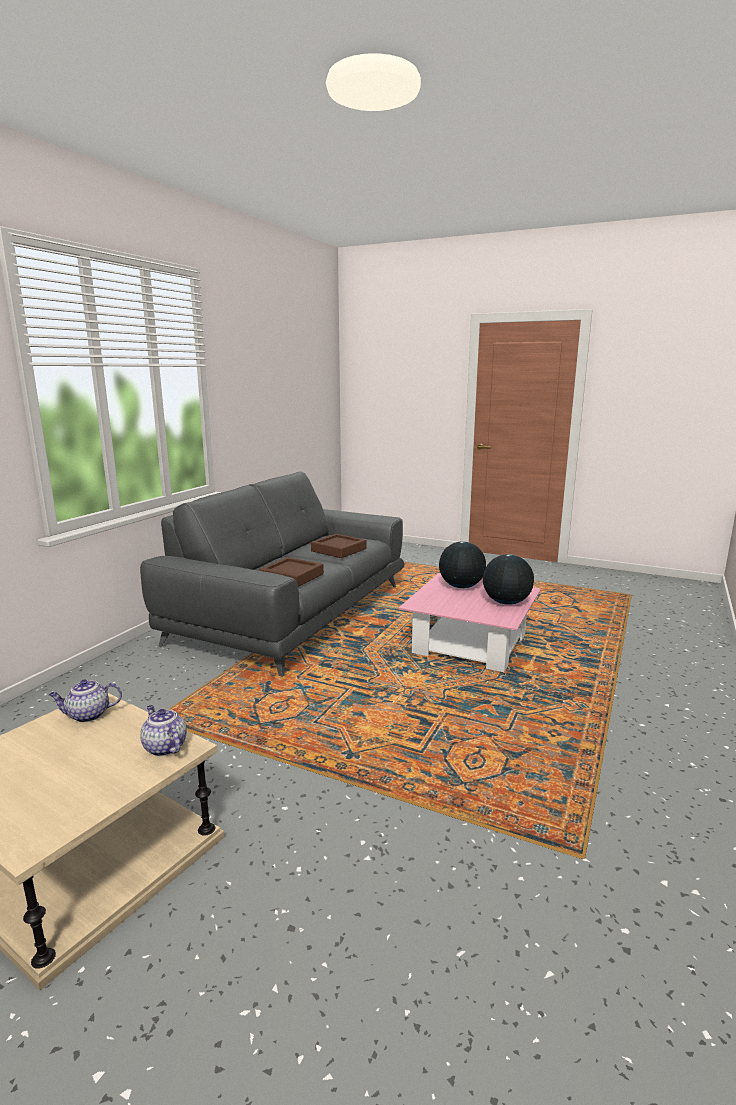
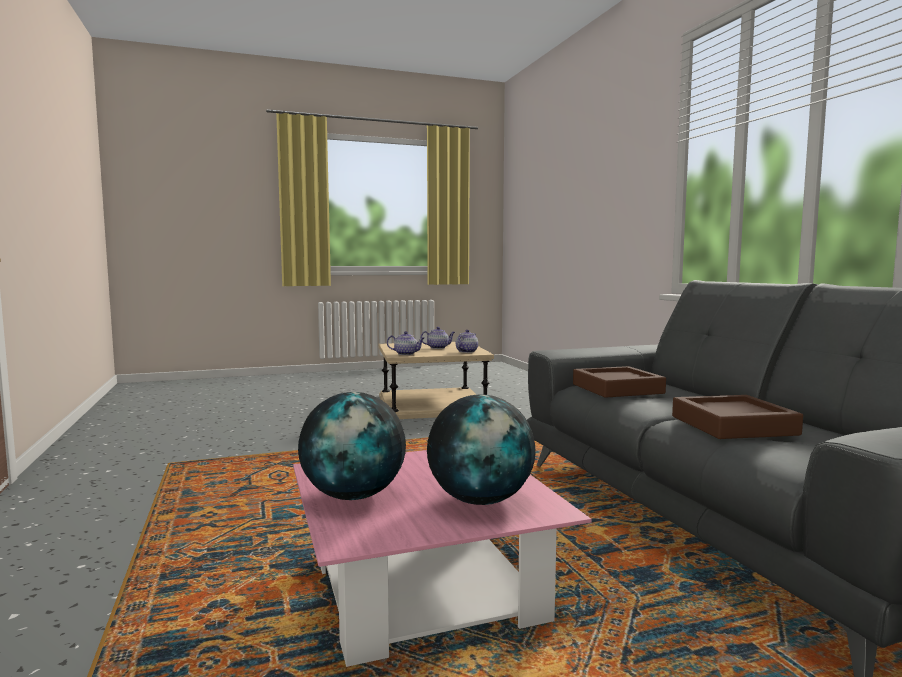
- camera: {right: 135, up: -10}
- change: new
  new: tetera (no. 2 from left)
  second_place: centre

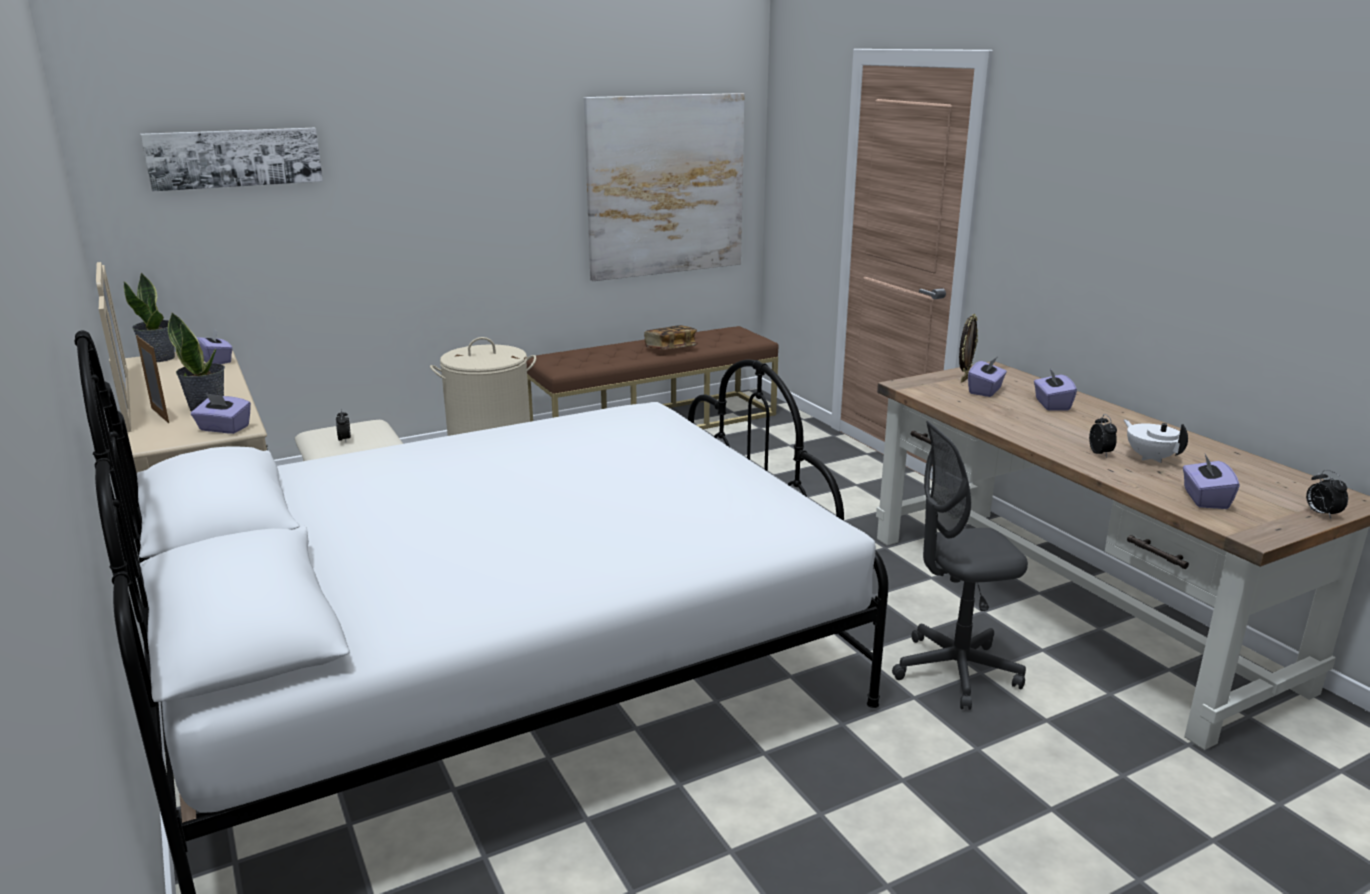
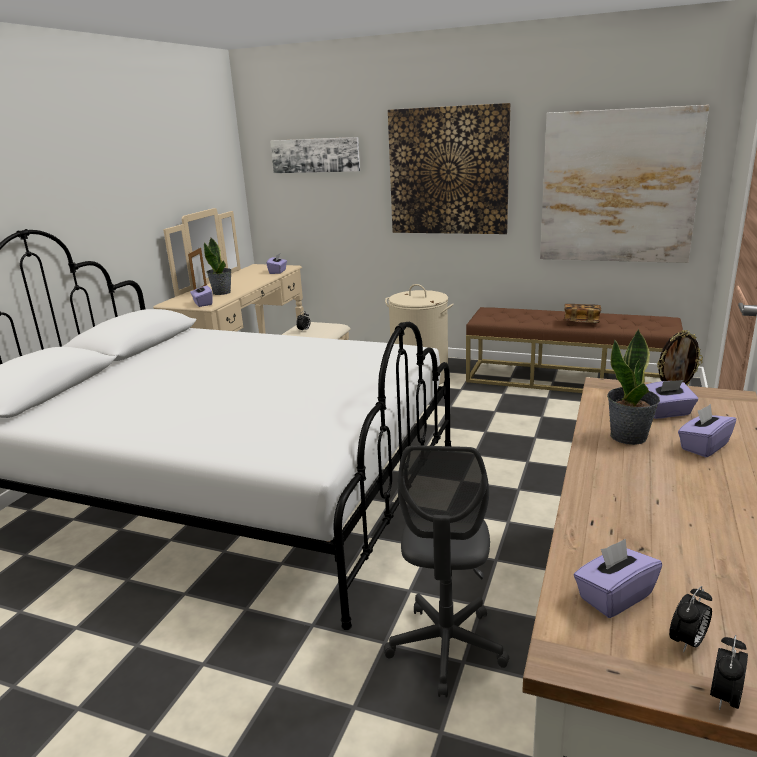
- camera: {right: 50, up: 0}
- change: rotated
  old: silla de oficina/gris
  first_place: middle right
  second_place: bottom centre
  degrees: -120
- change: new
  new: cuadro (no. 2 from left)
  second_place: top centre
- change: shifted
  old: planta en maceta (no. 1 from left in the first image)
  new: planta en maceta (no. 2 from left)
  first_place: middle left
  second_place: middle right
- change: shifted
  old: despertador (no. 2 from left)
  first_place: middle right
  second_place: bottom right
- change: gone
  old: tetera/blanco
  first_place: middle right

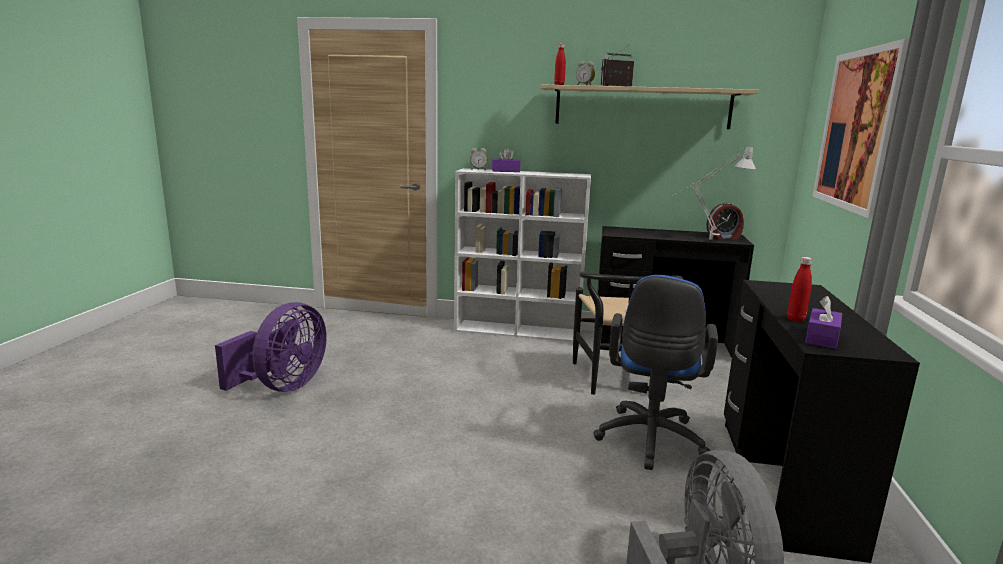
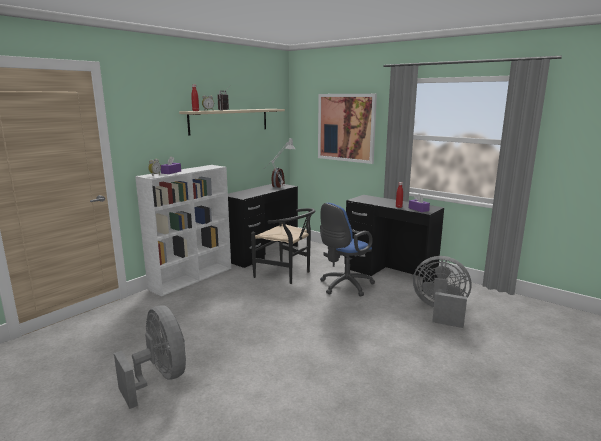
- camera: {right: -60, up: 0}
- change: repainted
  old: ventilador/morado
  new: ventilador/gris (no. 1 from left)
  first_place: middle left
  second_place: bottom left
- change: rotated
  old: silla de oficina/azul
  first_place: centre
  second_place: centre
  degrees: 90

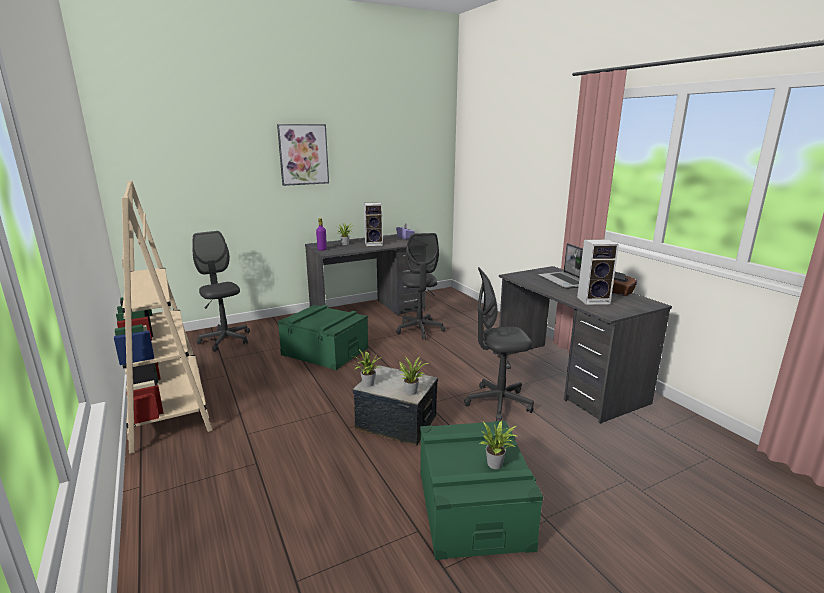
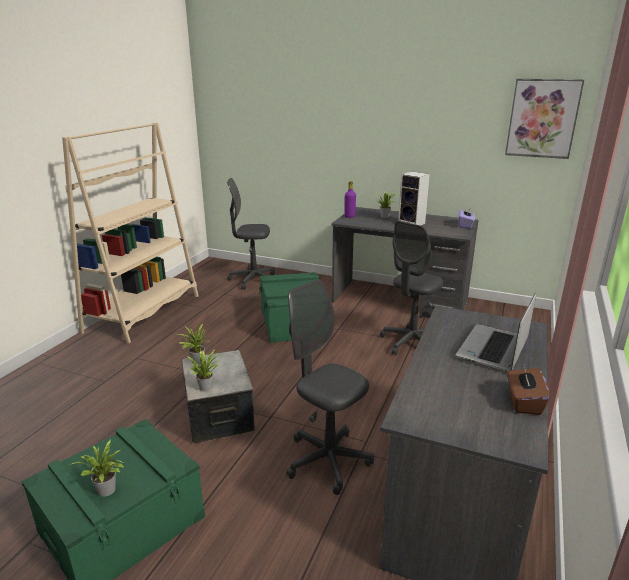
- camera: {right: 50, up: 5}
- change: rotated
  old: silla de oficina/gris (no. 1 from left)
  first_place: middle left
  second_place: centre
  degrees: -105
- change: shifted
  old: cuadro
  first_place: top centre
  second_place: top right
- change: gone
  old: altavoz (no. 2 from left)
  first_place: middle right

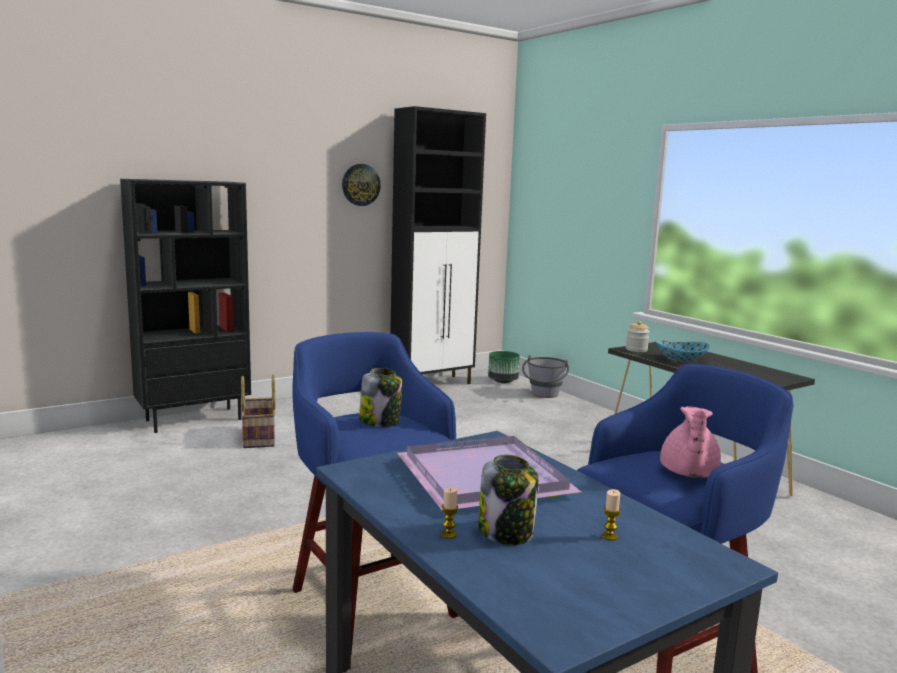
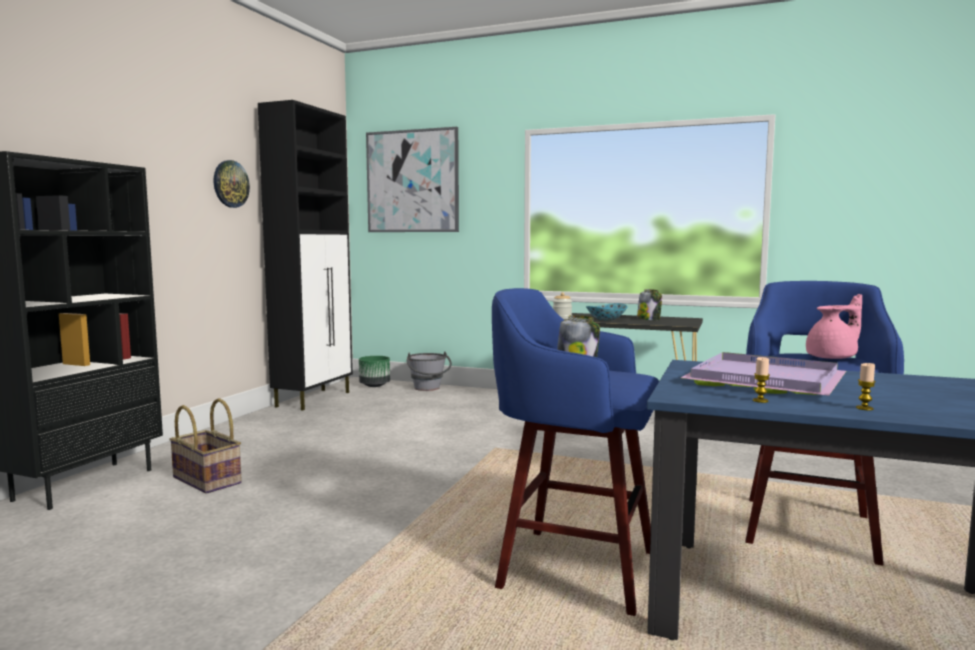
- camera: {right: -35, up: -5}
- change: new
  new: cuadro
  second_place: top centre
- change: shifted
  old: tarro (no. 2 from left in the first image)
  new: tarro (no. 3 from left)
  first_place: bottom centre
  second_place: centre
- change: shifted
  old: vela (no. 2 from left in the first image)
  new: vela (no. 1 from left)
  first_place: bottom right
  second_place: middle right
- change: rotated
  old: tetera/rosa
  first_place: middle right
  second_place: middle right
  degrees: -90

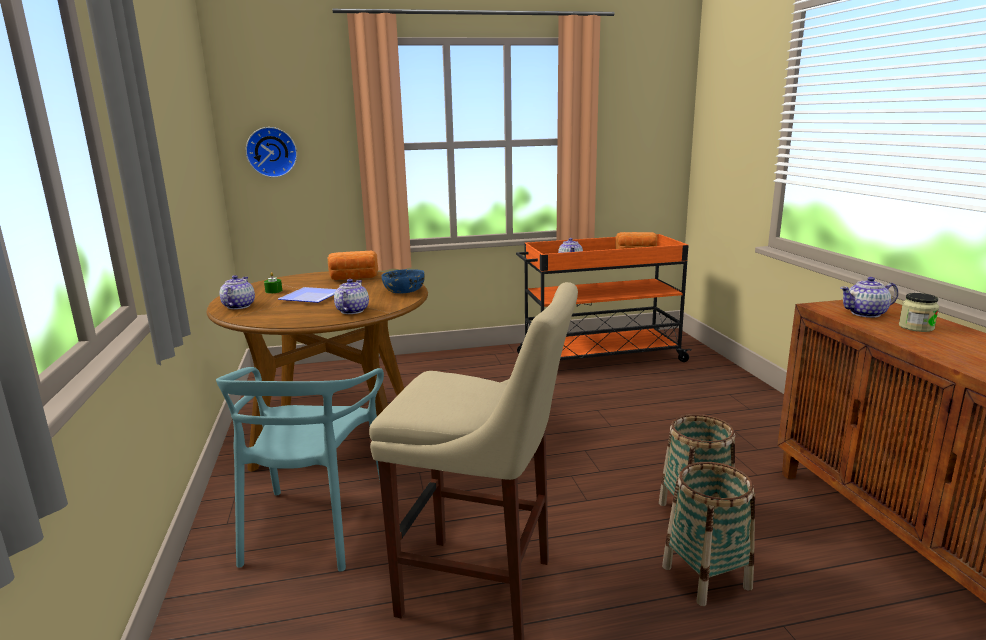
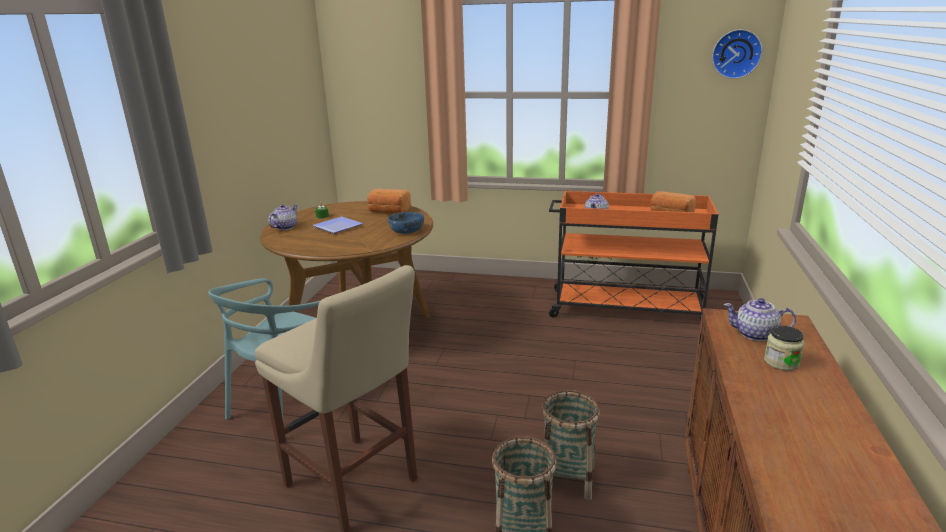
- camera: {right: 25, up: 5}
- change: shifted
  old: reloj de pared
  first_place: top left
  second_place: top right
- change: gone
  old: tetera (no. 2 from left)
  first_place: centre

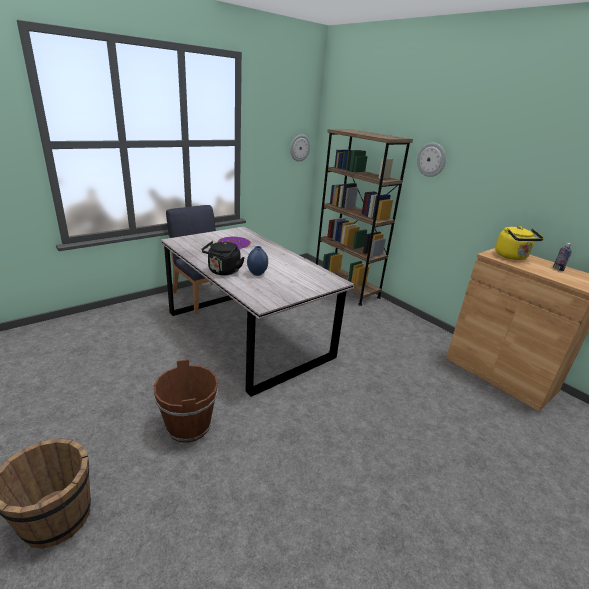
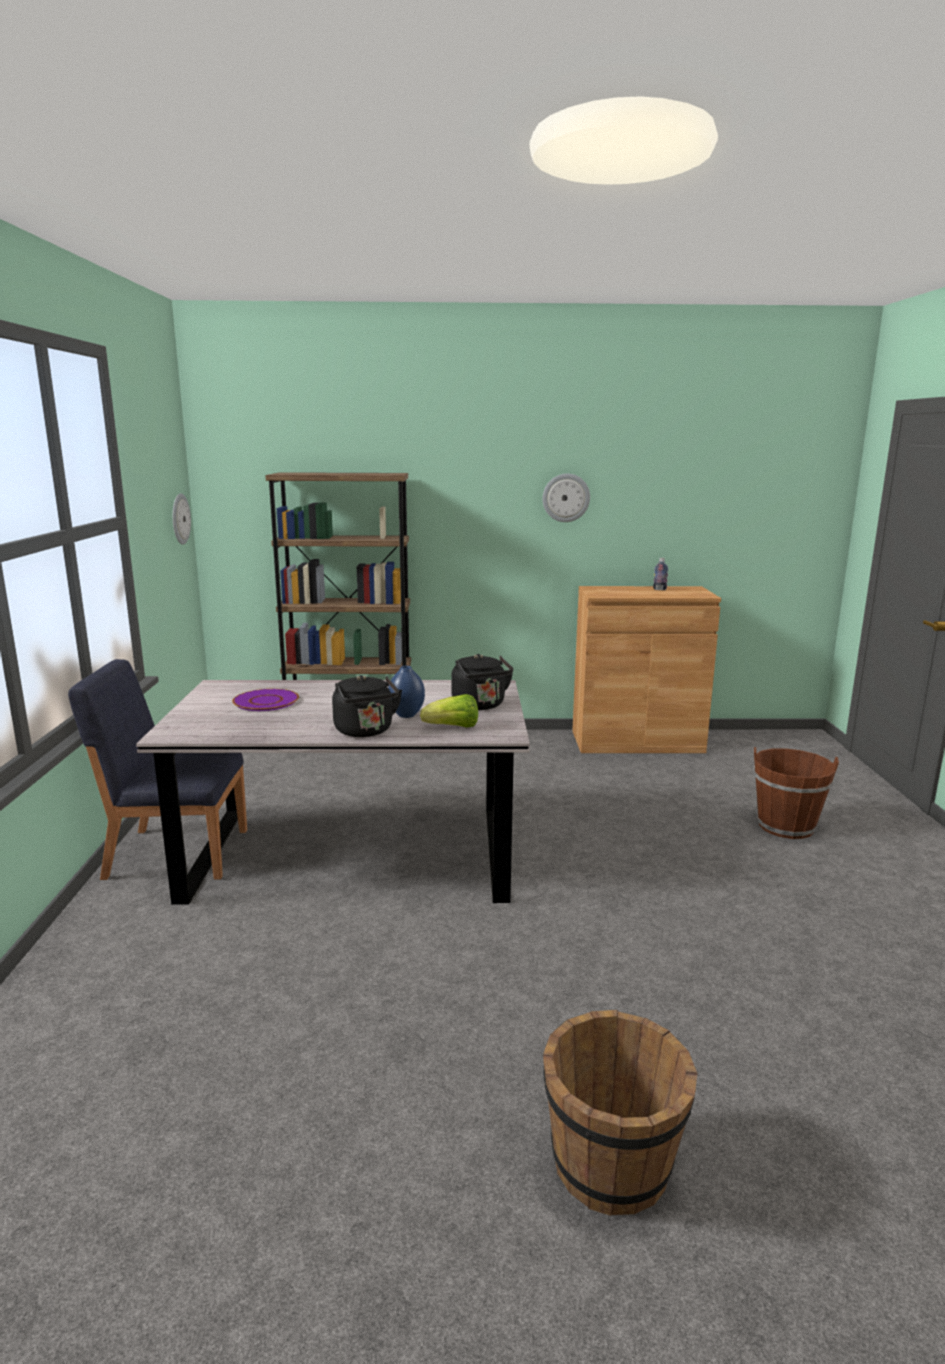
- camera: {right: -50, up: -10}
- change: new
  new: lechuga
  second_place: centre
- change: new
  new: hervidor/negro (no. 2 from left)
  second_place: centre
- change: shifted
  old: reloj de pared (no. 2 from left)
  first_place: top right
  second_place: centre
- change: shifted
  old: cubo/marrón (no. 2 from left)
  first_place: bottom left
  second_place: middle right
- change: gone
  old: hervidor/amarillo
  first_place: middle right

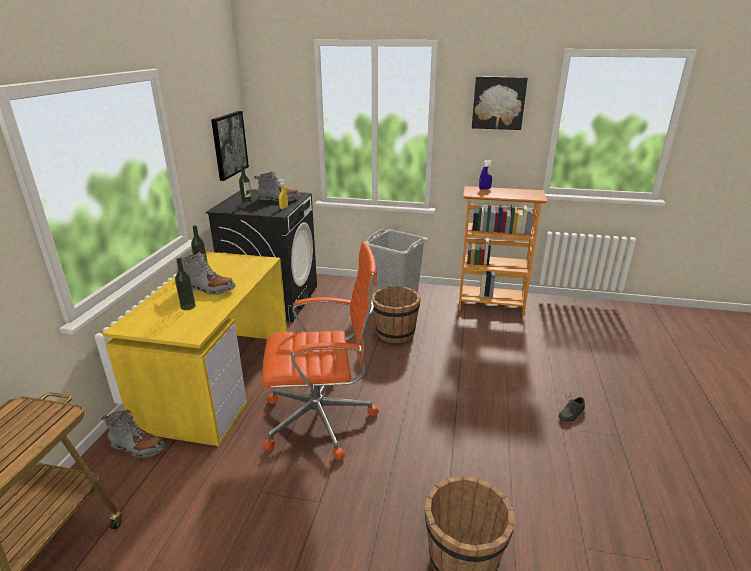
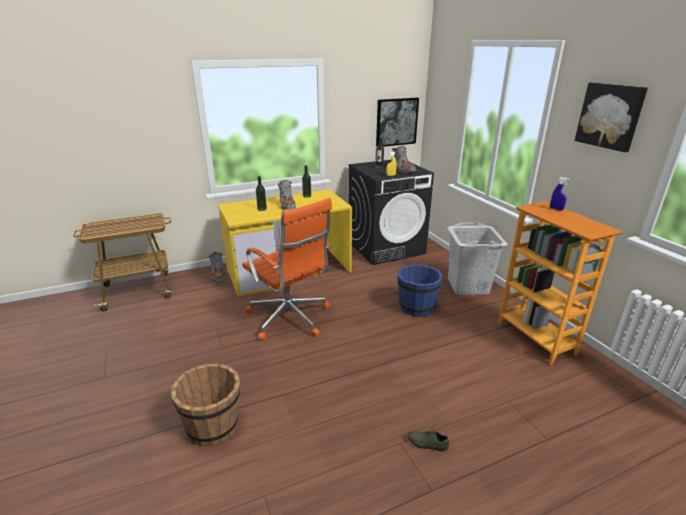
- camera: {right: 55, up: 0}
- change: repainted
  old: cubo/marrón (no. 1 from left)
  new: cubo/azul
  first_place: centre
  second_place: centre

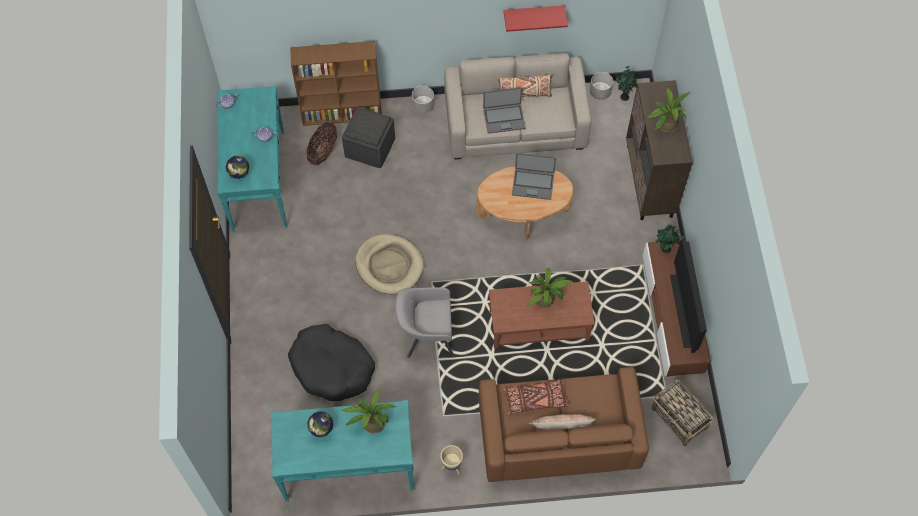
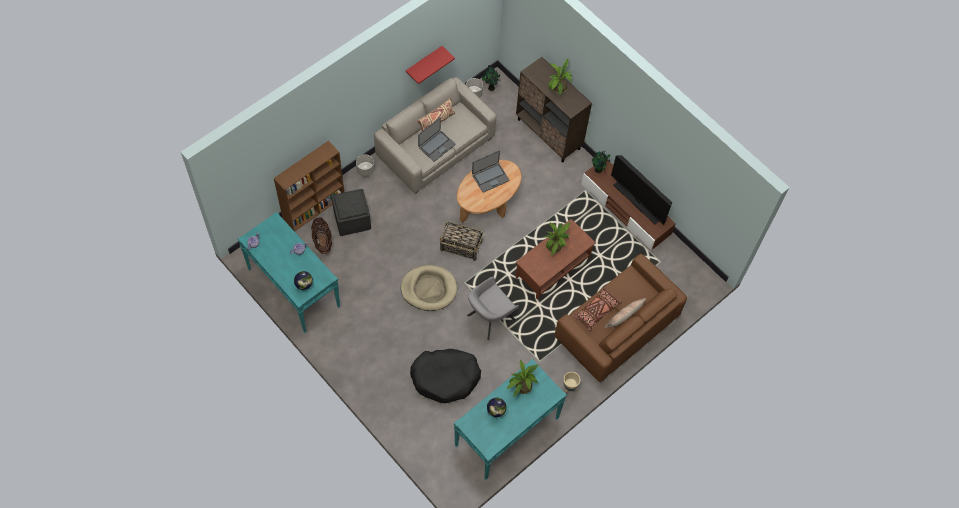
- camera: {right: -40, up: 0}
- change: shifted
  old: cesta (no. 2 from left)
  first_place: bottom right
  second_place: centre

